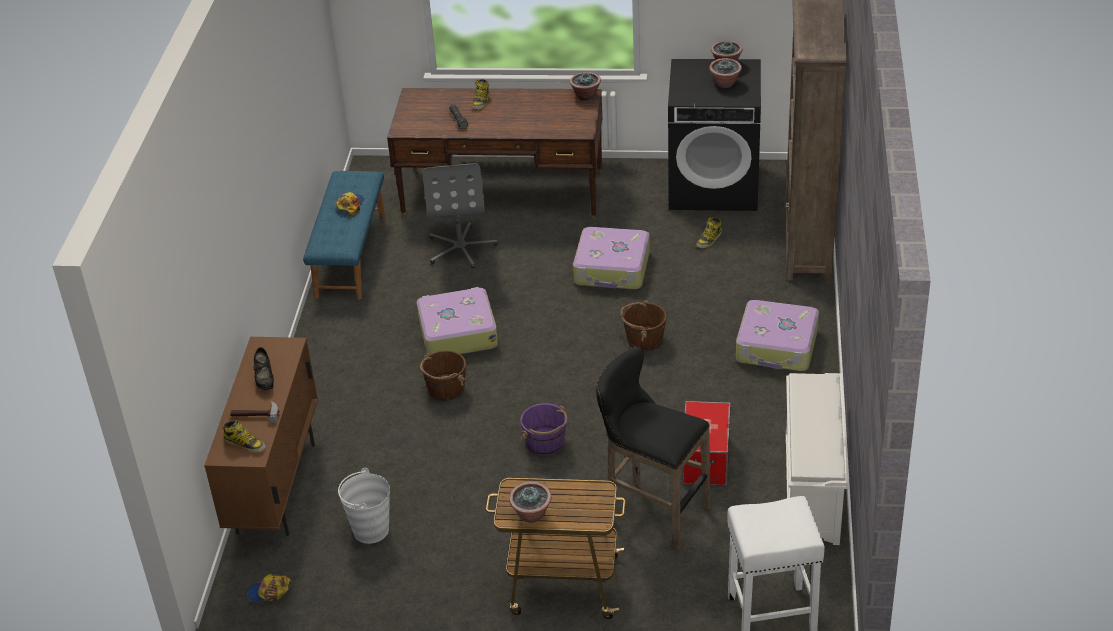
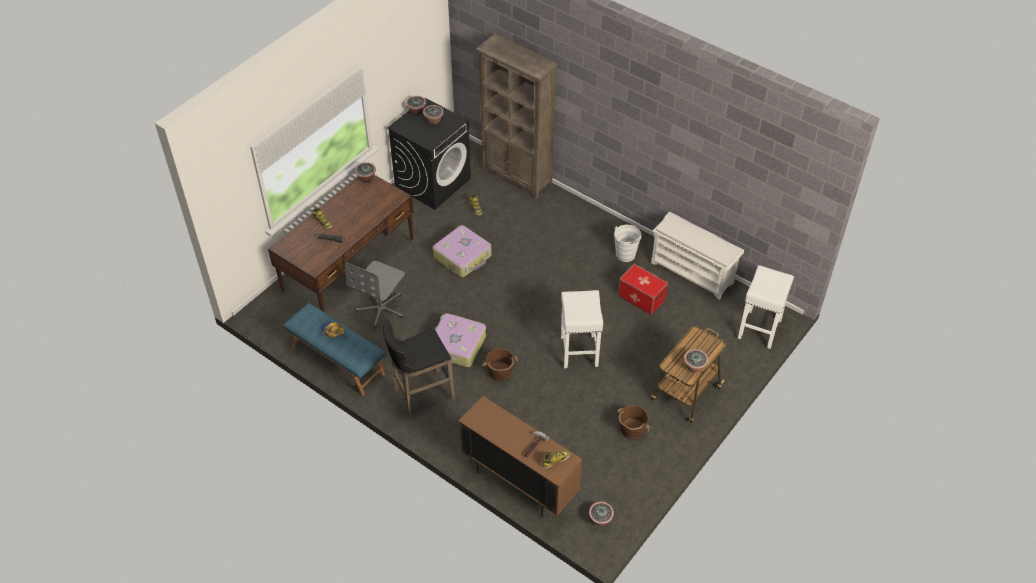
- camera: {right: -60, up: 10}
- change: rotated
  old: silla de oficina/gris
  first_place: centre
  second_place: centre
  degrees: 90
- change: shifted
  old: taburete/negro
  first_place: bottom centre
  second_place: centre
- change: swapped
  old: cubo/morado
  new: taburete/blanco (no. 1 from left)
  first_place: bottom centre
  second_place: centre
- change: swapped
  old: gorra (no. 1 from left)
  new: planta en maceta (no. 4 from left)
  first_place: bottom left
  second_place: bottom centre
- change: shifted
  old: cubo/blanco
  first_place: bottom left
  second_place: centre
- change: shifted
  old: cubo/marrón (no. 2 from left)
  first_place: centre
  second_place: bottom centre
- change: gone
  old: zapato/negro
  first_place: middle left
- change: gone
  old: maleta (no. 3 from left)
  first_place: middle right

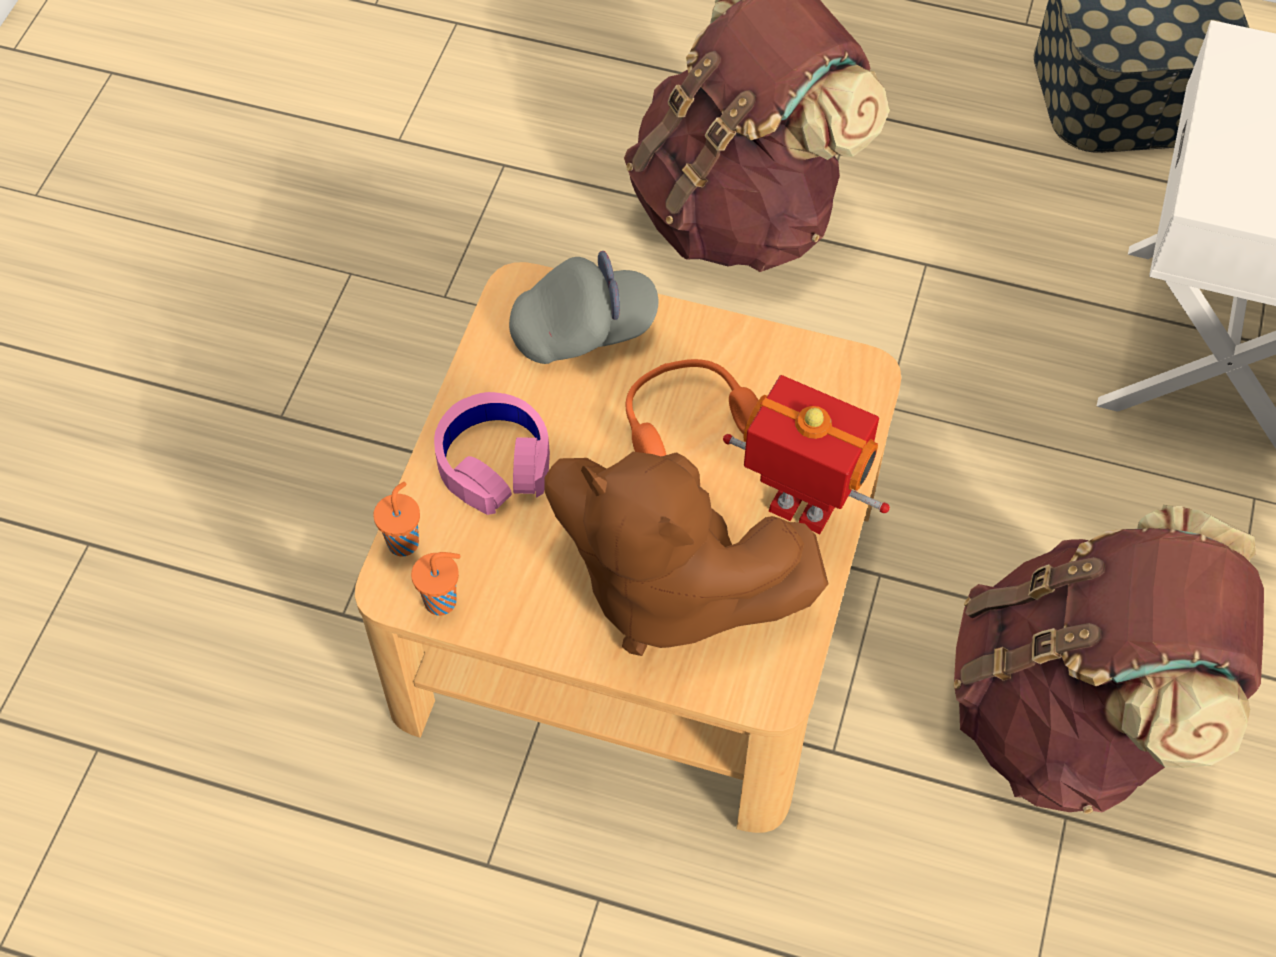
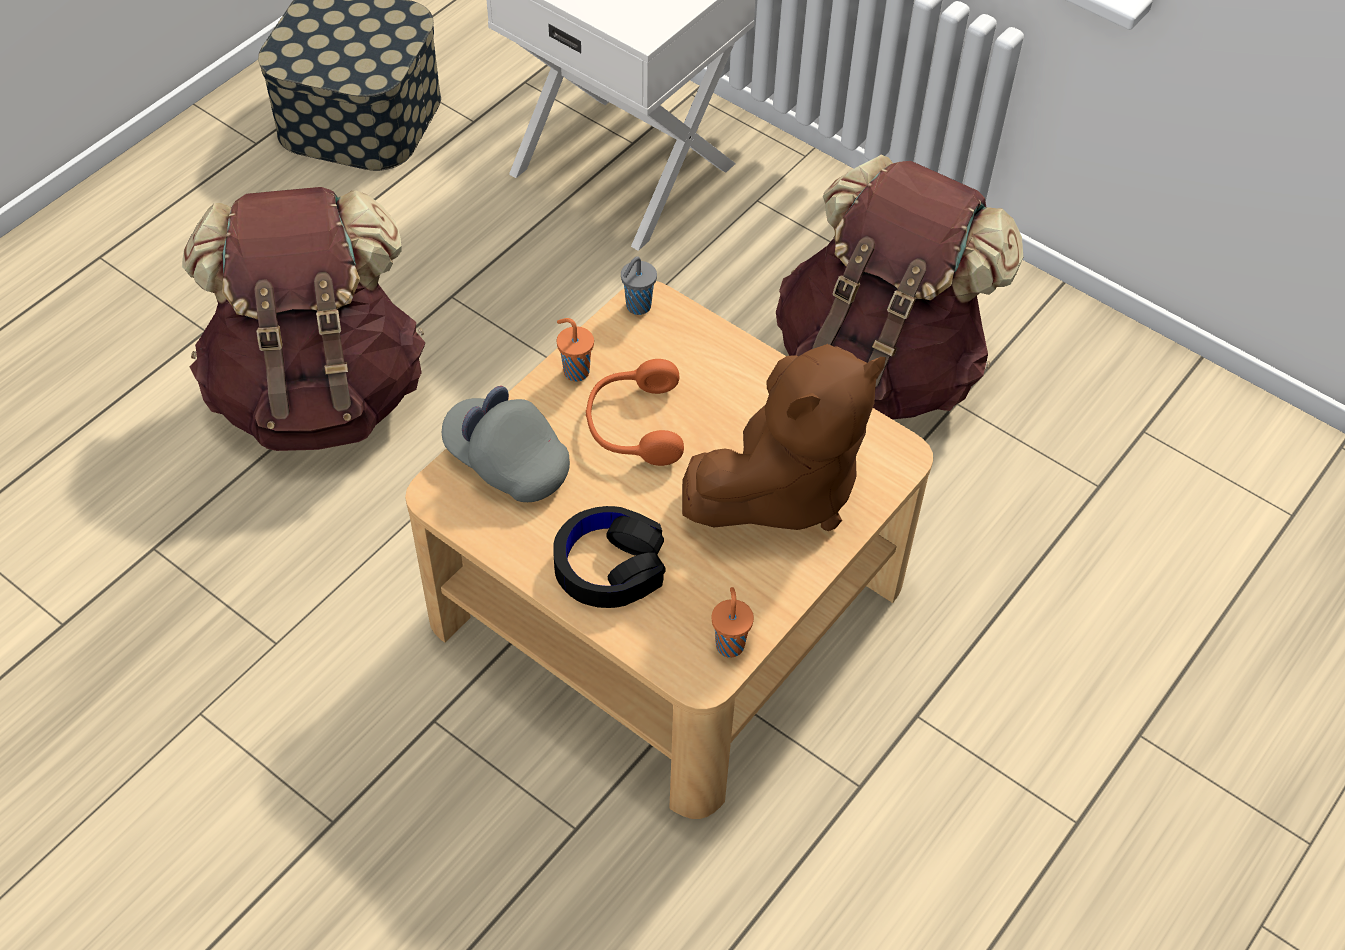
- camera: {right: -70, up: -5}
- change: rotated
  old: gorra/gris
  first_place: top centre
  second_place: centre
  degrees: -60
- change: repainted
  old: auriculares/rosa
  new: auriculares/negro
  first_place: centre
  second_place: centre
- change: shifted
  old: taza/naranja (no. 1 from left)
  first_place: middle left
  second_place: centre
- change: new
  new: taza/gris
  second_place: top centre
- change: gone
  old: robot de juguete
  first_place: centre

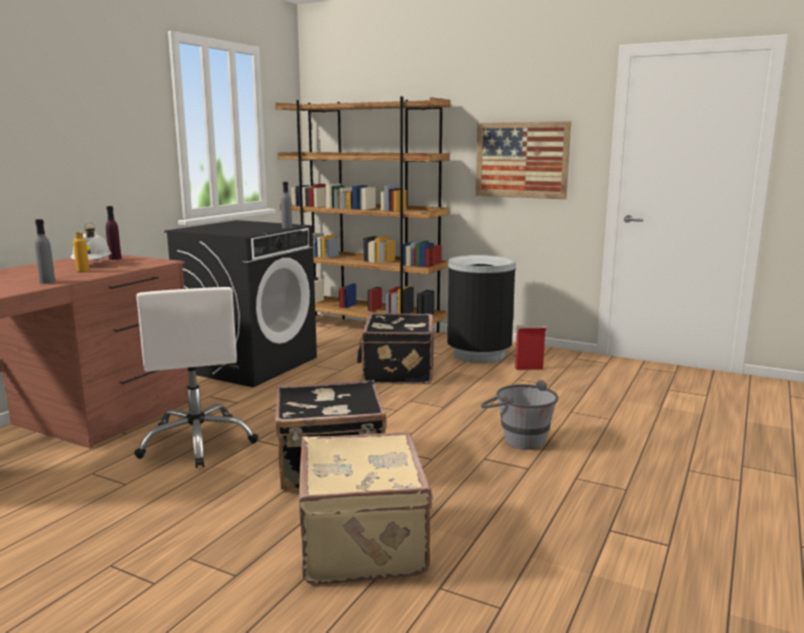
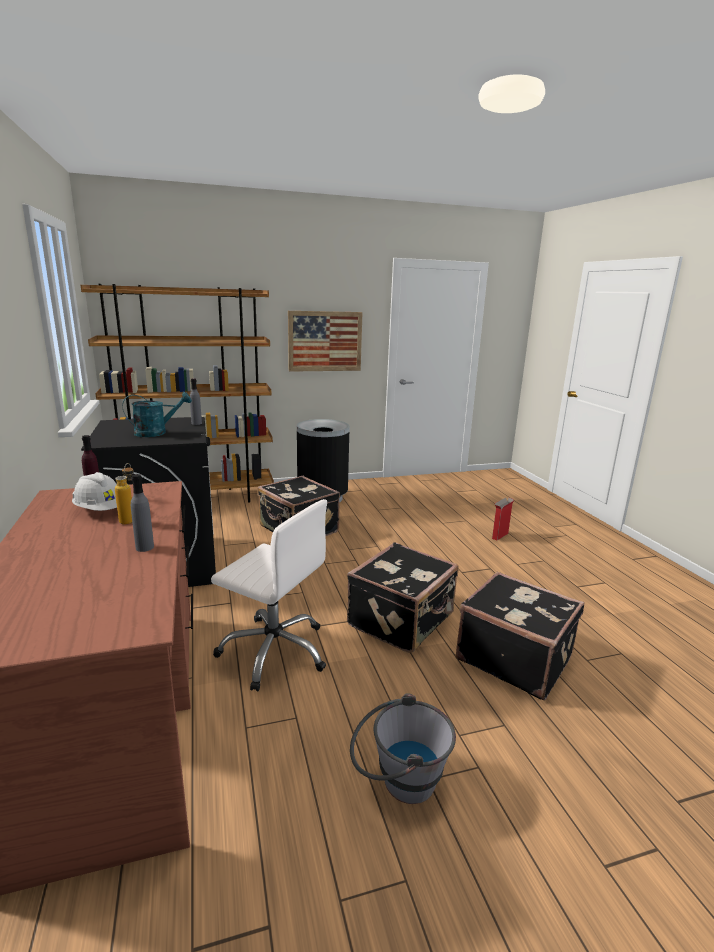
- camera: {right: -45, up: 5}
- change: new
  new: regadera/turquesa
  second_place: middle left
- change: shifted
  old: cubo/gris
  first_place: centre
  second_place: bottom centre
- change: repainted
  old: maleta/beis
  new: maleta/negro (no. 3 from left)
  first_place: bottom centre
  second_place: bottom right
- change: shifted
  old: caja de cartón
  first_place: centre
  second_place: middle right

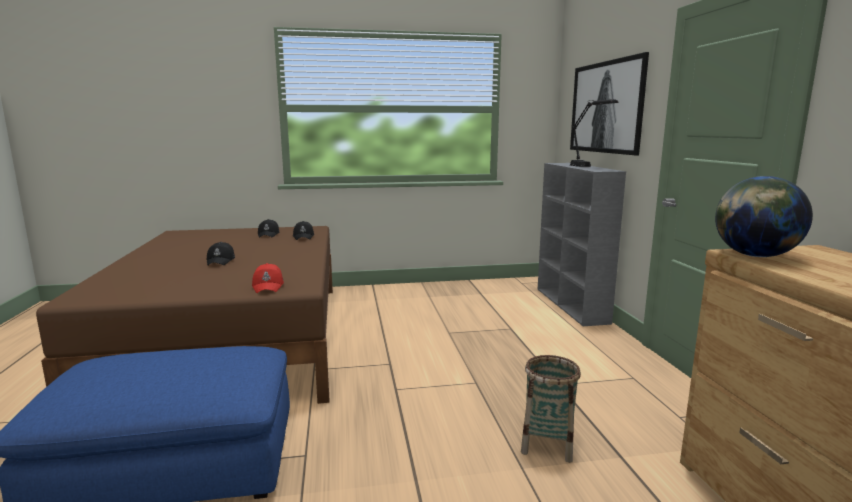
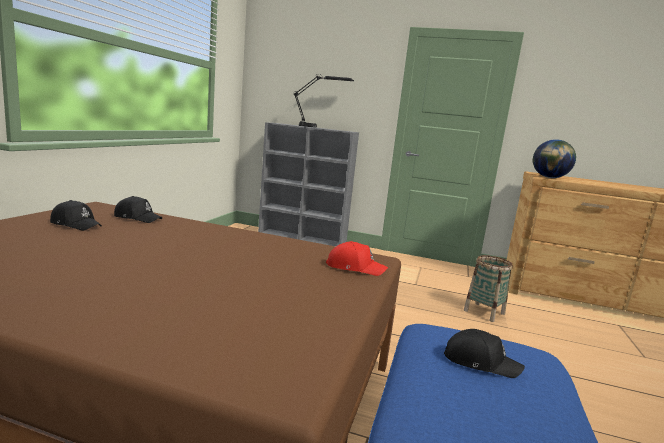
- camera: {right: -65, up: 0}
- change: shifted
  old: gorra/negro (no. 1 from left in the first image)
  new: gorra/negro (no. 3 from left)
  first_place: middle left
  second_place: bottom right
- change: gone
  old: cuadro
  first_place: top right

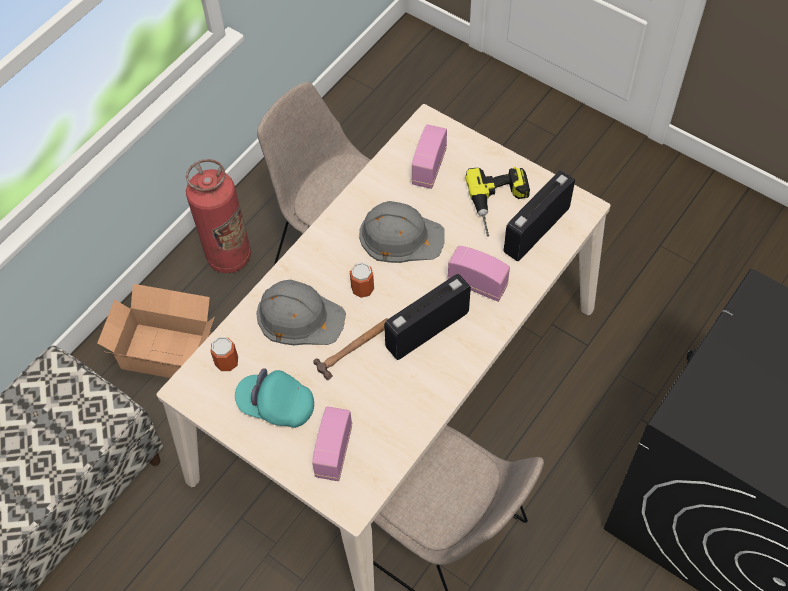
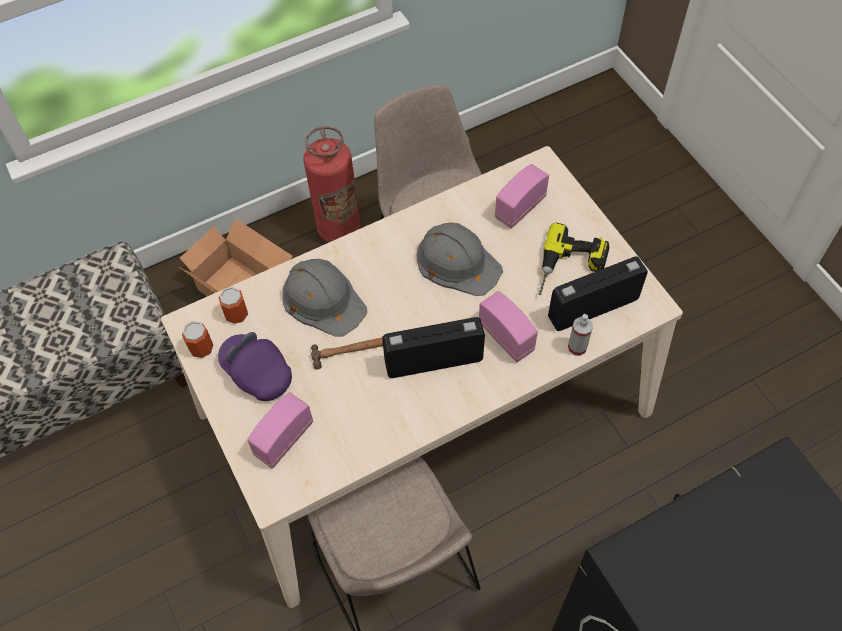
- camera: {right: 25, up: 0}
- change: shifted
  old: lata (no. 2 from left in the first image)
  new: lata (no. 1 from left)
  first_place: centre
  second_place: middle left
- change: repainted
  old: gorra/turquesa
  new: gorra/morado
  first_place: bottom centre
  second_place: middle left
- change: new
  new: pulverizador
  second_place: middle right

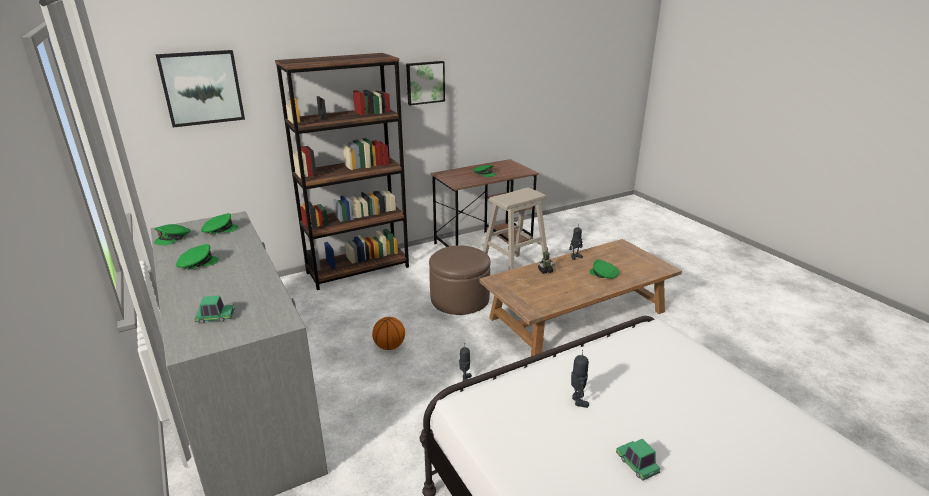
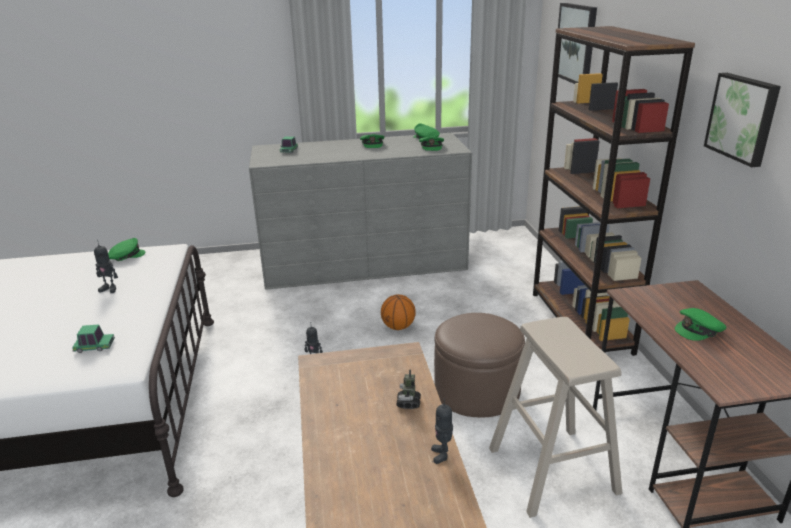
- camera: {right: 110, up: 0}
- change: shifted
  old: coche de juguete (no. 2 from left in the first image)
  new: coche de juguete (no. 1 from left)
  first_place: bottom right
  second_place: middle left
- change: shifted
  old: gorra/verde (no. 5 from left in the first image)
  new: gorra/verde (no. 1 from left)
  first_place: centre
  second_place: middle left

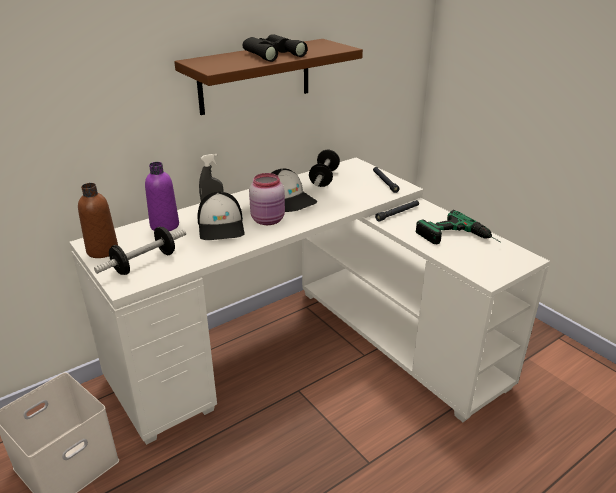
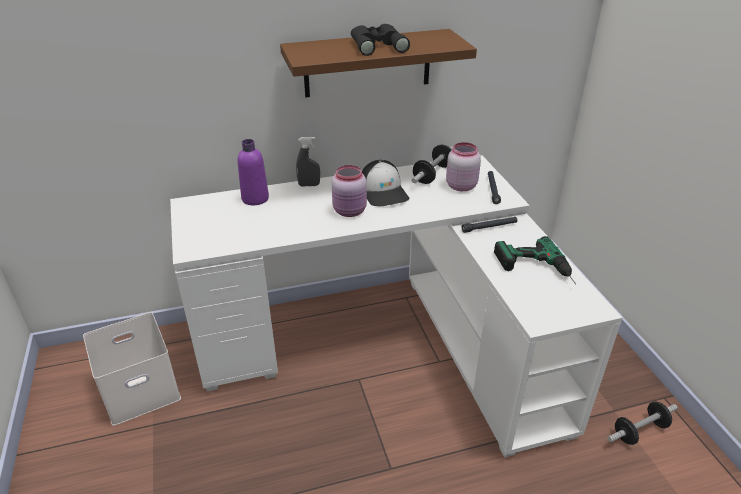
- camera: {right: 20, up: 5}
- change: new
  new: tarro/rosa (no. 2 from left)
  second_place: centre
- change: shifted
  old: mancuerna (no. 1 from left in the first image)
  new: mancuerna (no. 2 from left)
  first_place: middle left
  second_place: bottom right
- change: gone
  old: botella/marrón
  first_place: middle left
- change: gone
  old: gorra (no. 1 from left)
  first_place: centre

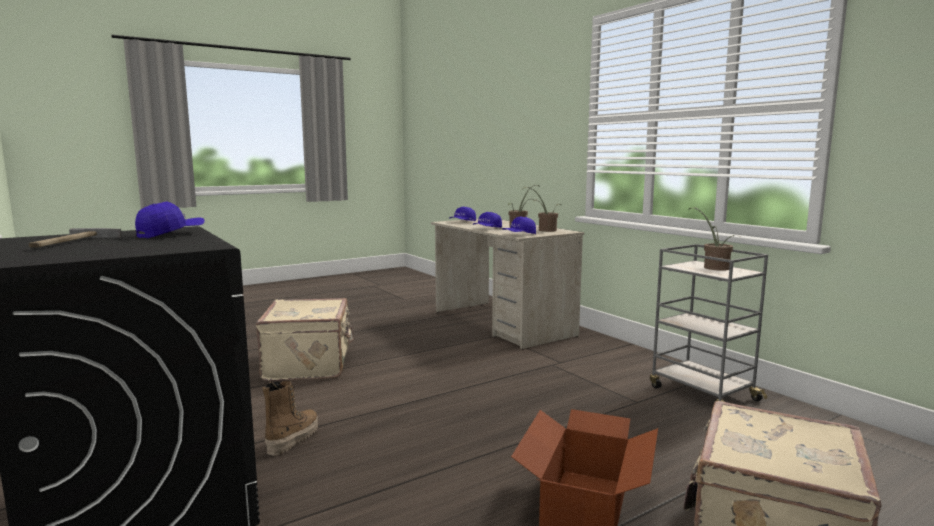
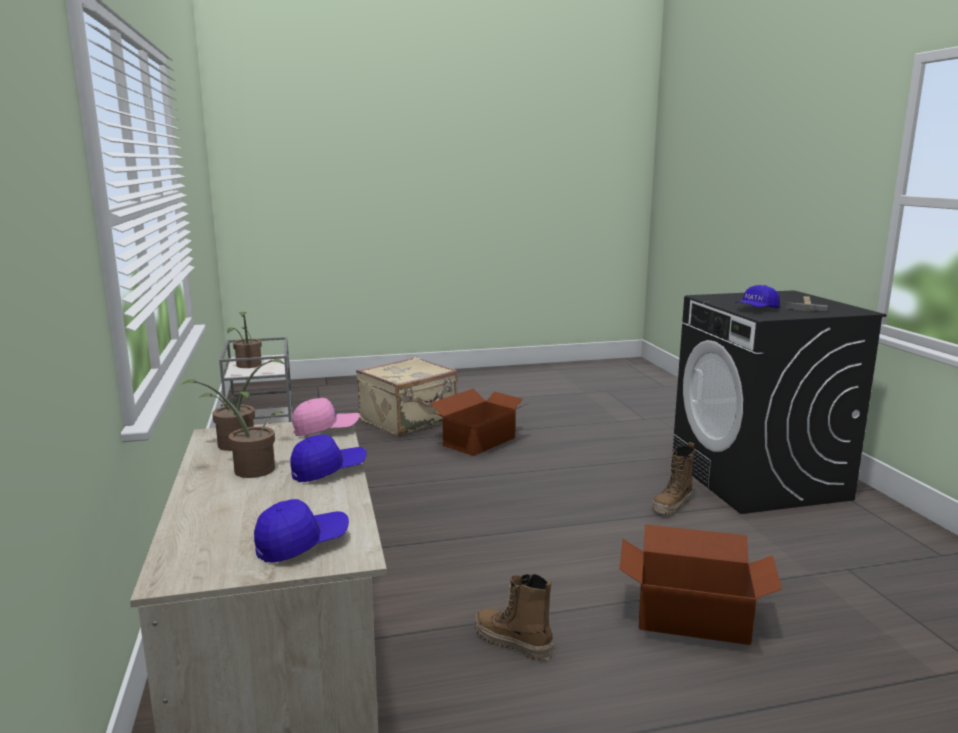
- camera: {right: -160, up: 5}
- change: repainted
  old: gorra/azul (no. 4 from left)
  new: gorra/rosa
  first_place: centre
  second_place: centre
- change: new
  new: bota (no. 1 from left)
  second_place: bottom centre
- change: swapped
  old: maleta/beis (no. 1 from left)
  new: caja de cartón (no. 2 from left)
  first_place: middle left
  second_place: bottom right

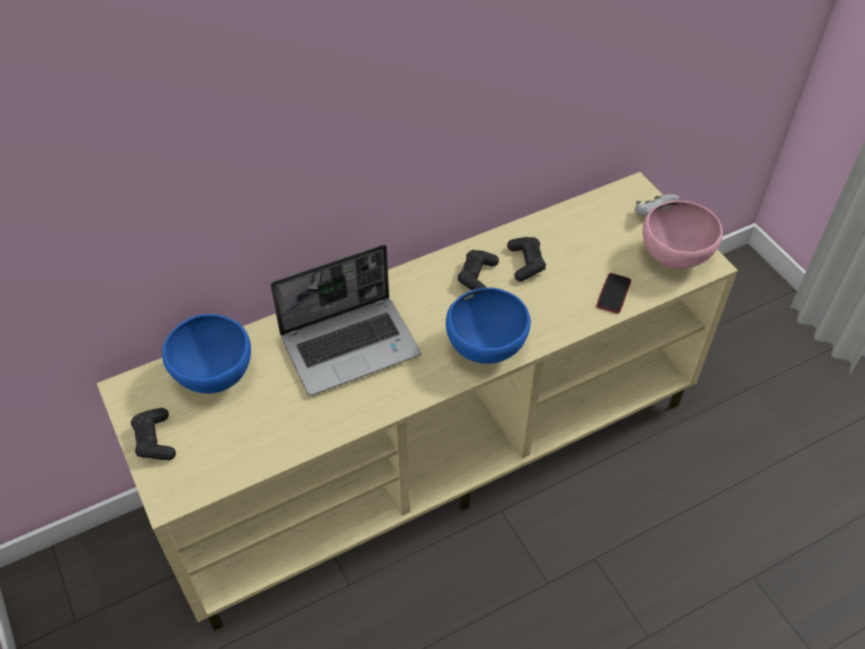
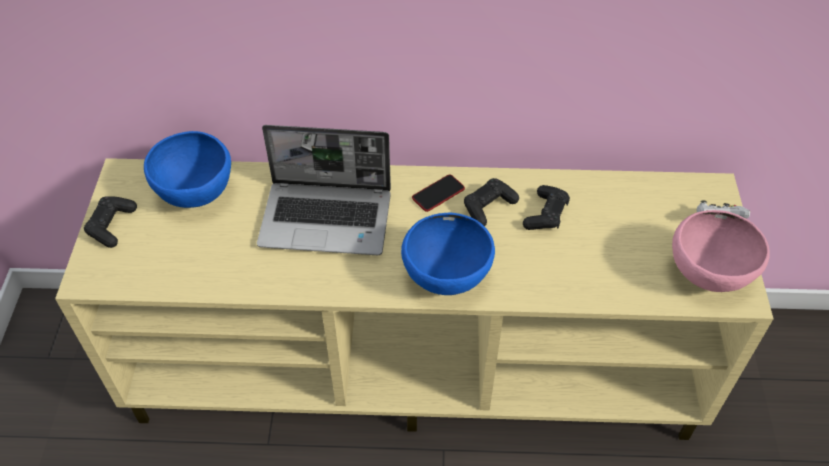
- camera: {right: 30, up: 0}
- change: shifted
  old: móvil
  first_place: middle right
  second_place: centre

